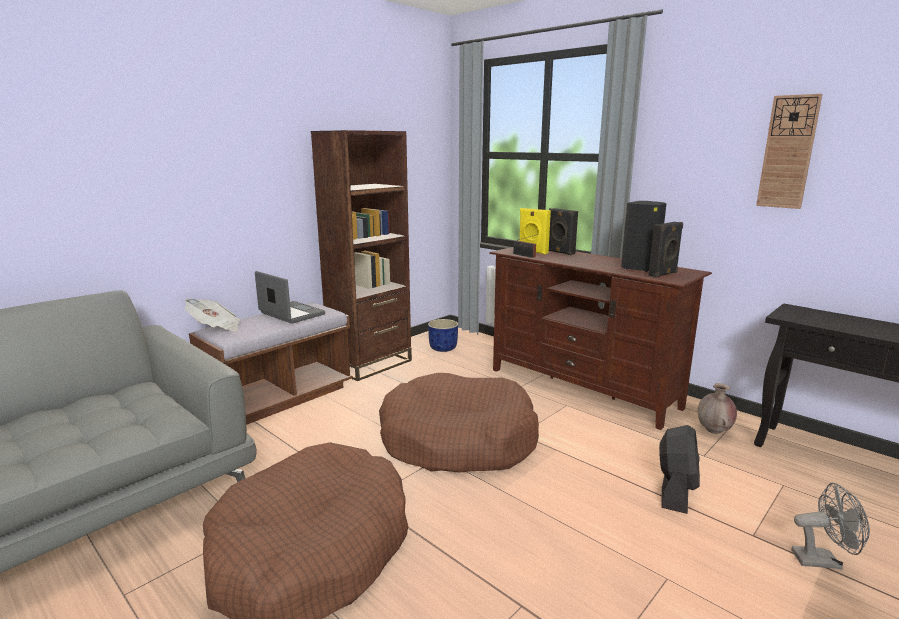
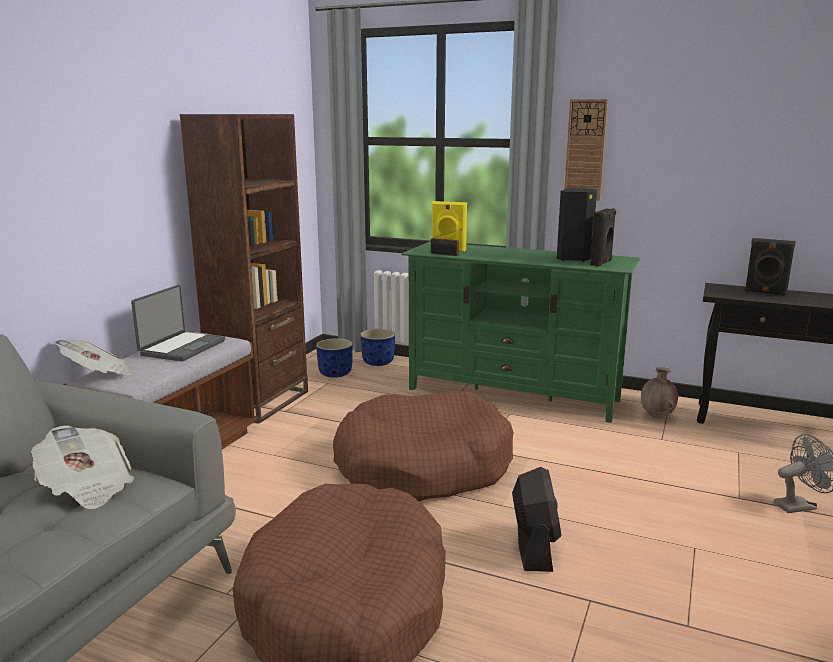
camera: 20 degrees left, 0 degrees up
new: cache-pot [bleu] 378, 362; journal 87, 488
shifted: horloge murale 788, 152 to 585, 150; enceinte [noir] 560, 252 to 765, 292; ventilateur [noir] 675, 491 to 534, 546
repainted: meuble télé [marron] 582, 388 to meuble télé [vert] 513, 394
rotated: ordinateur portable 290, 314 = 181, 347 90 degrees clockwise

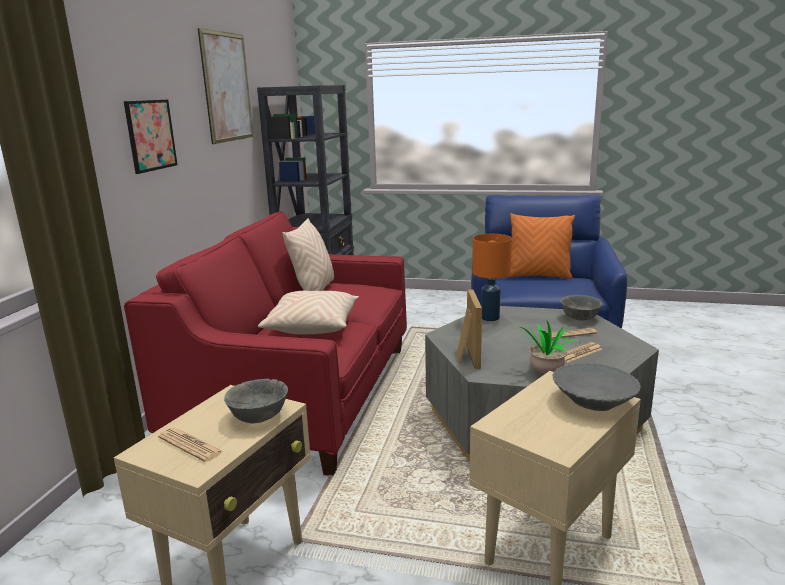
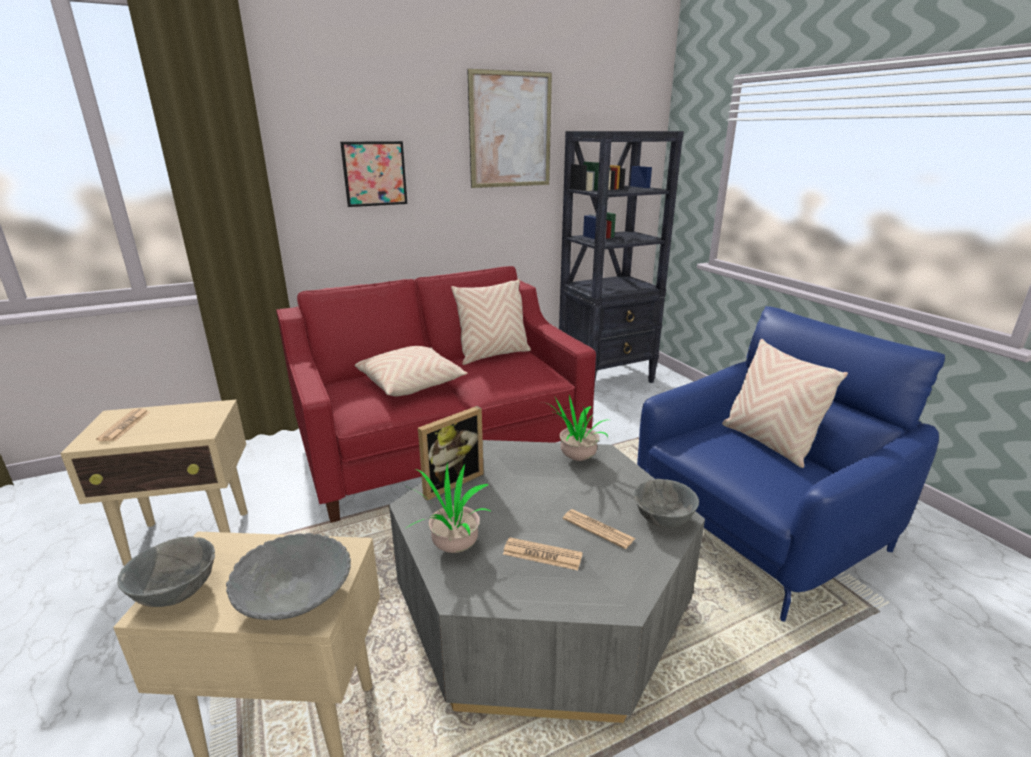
camera: 50 degrees right, 5 degrees up
shifted: bol [gris] 258, 417 to 176, 592
swapped: lampe de table [orange] 490, 317 to plante en pot 575, 458
repainted: coussin [orange] 538, 276 to coussin [beige] 768, 443

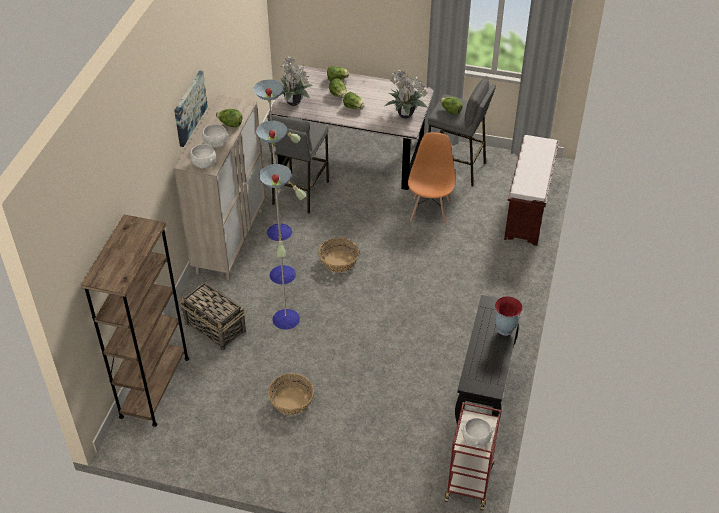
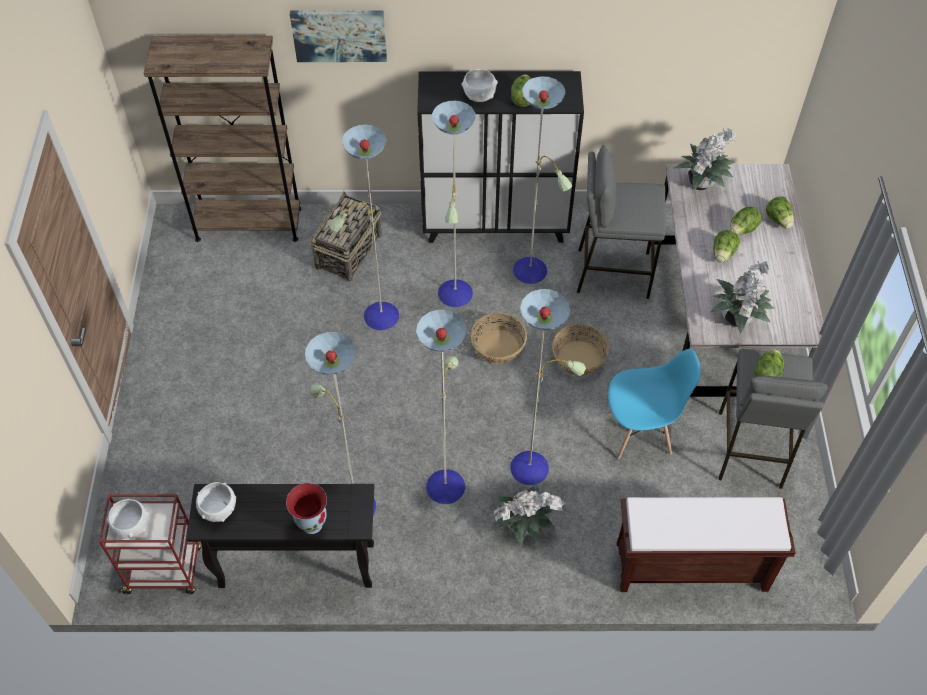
camera: 75 degrees right, 10 degrees up
new: lampadaire 445, 483; plante en pot 525, 527
shifted: tableau 189, 108 to 339, 35; bol [blanc] 204, 164 to 219, 509; panier 291, 401 to 578, 358
repainted: meuble de rangement [beige] 230, 240 to meuble de rangement [noir] 496, 225; chaise [orange] 430, 210 to chaise [bleu] 640, 433

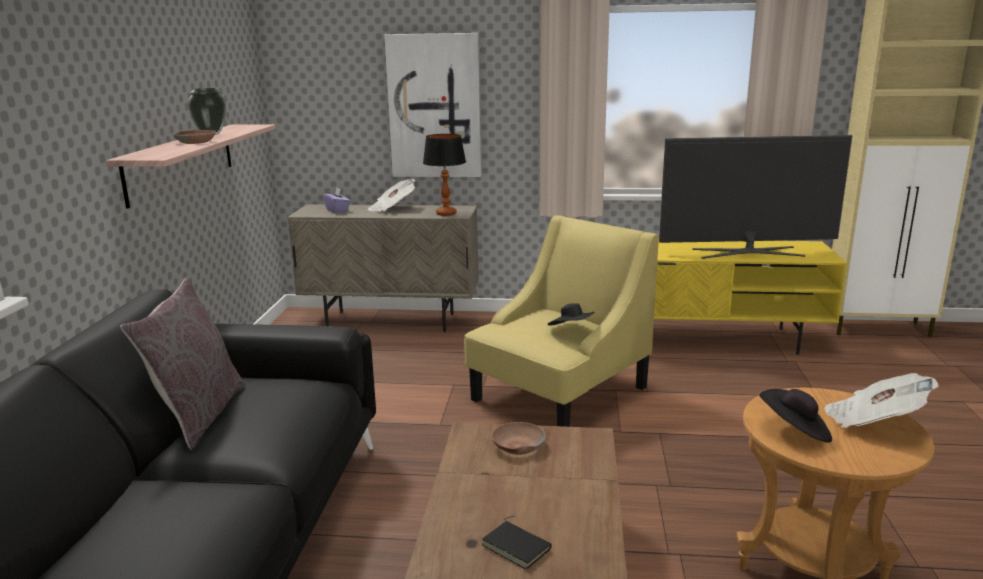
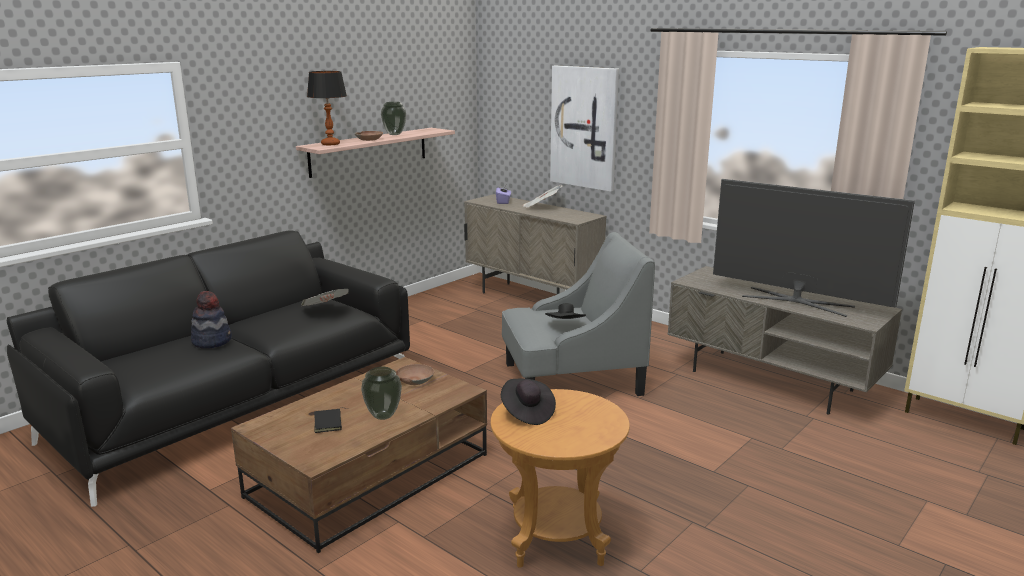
camera: 35 degrees right, 0 degrees up
gone: coussin [gris] 198, 415
new: chapeau 212, 341; vase 383, 416
shifted: lampe de table 446, 214 to 330, 144; journal 873, 422 to 325, 310
repainted: fauteuil [jaune] 559, 393 to fauteuil [gris] 571, 379; meuble télé [jaune] 718, 339 to meuble télé [gris] 772, 381

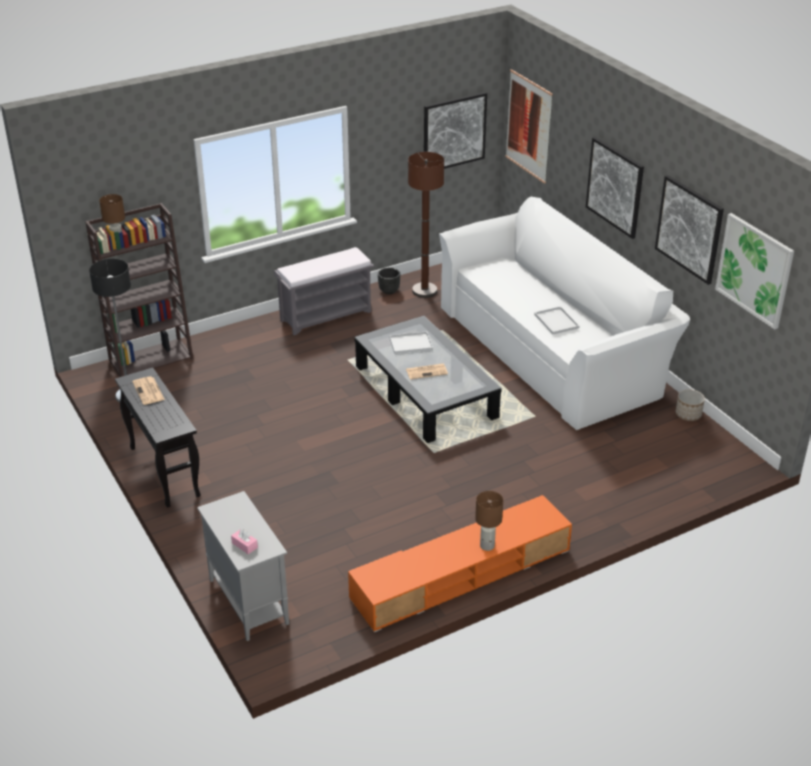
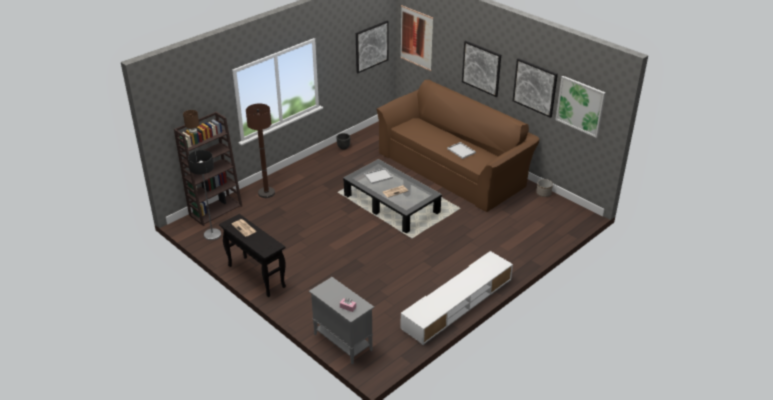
camera: 15 degrees left, 0 degrees up
gone: banc [gris] 326, 315; lampe de table [marron] 487, 546
shifted: lampadaire [marron] 424, 291 to 266, 193
repainted: canapé [blanc] 553, 348 to canapé [marron] 454, 167; meuble télé [orange] 460, 575 to meuble télé [blanc] 457, 304

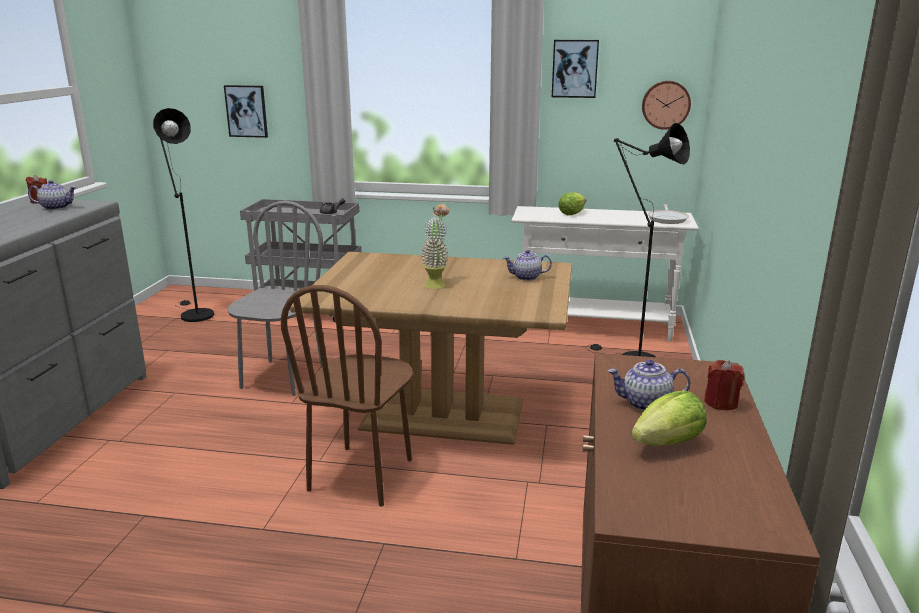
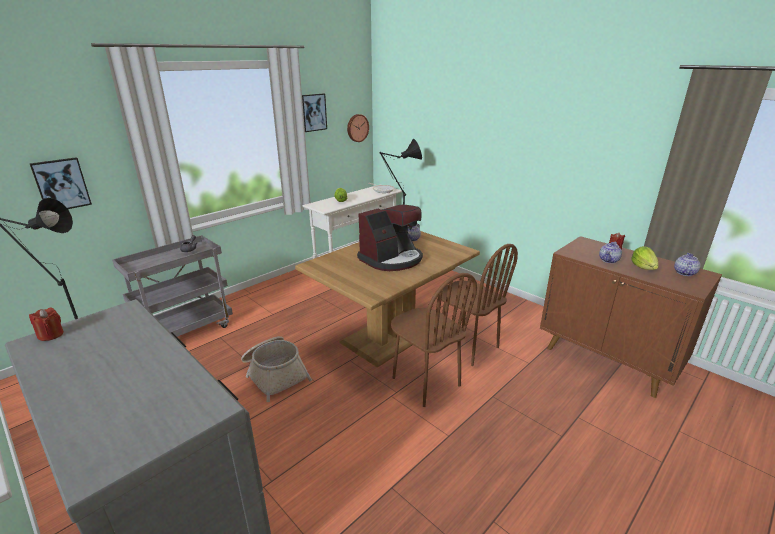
camera: 55 degrees left, 5 degrees up
new: chaise [marron] 467, 346
shifted: théière 56, 207 to 684, 272
swapped: chaise [gris] 282, 377 to panier 274, 374; plante en pot 436, 283 to machine à café 392, 259

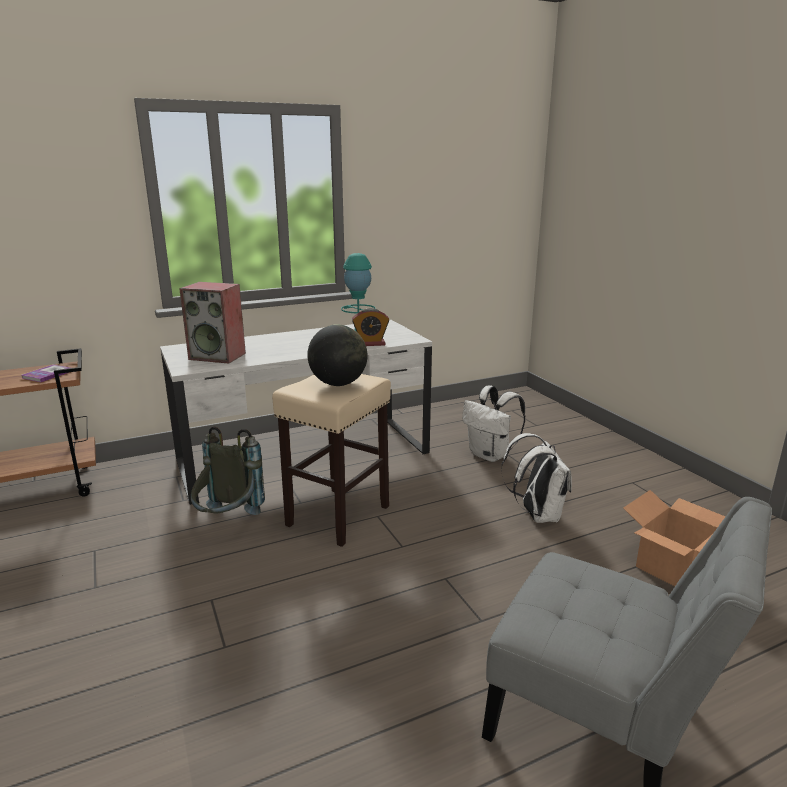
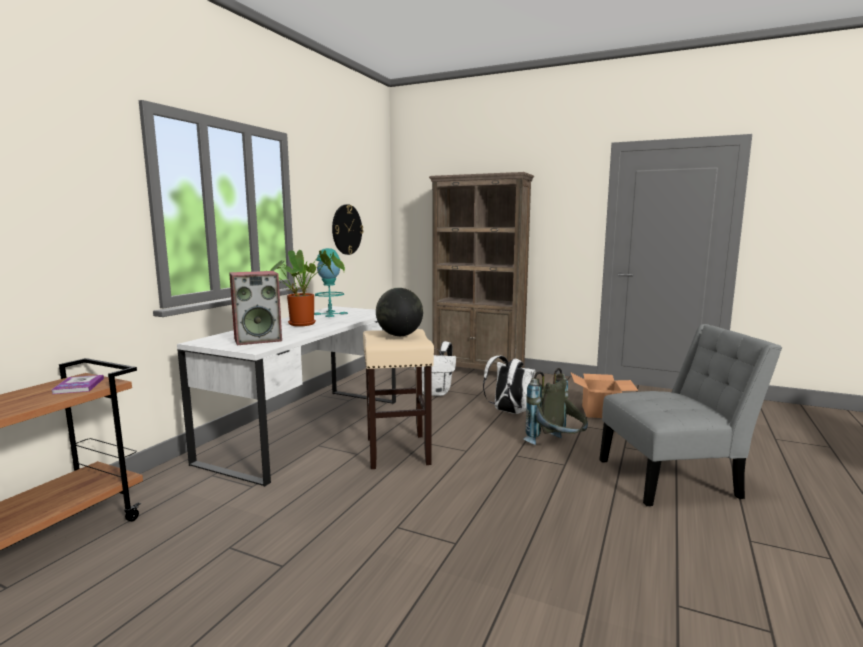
camera: 40 degrees left, 10 degrees down
gone: réveil 370, 343
new: bibliothèque [marron] 478, 371; horloge murale 346, 229; plante en pot 305, 323
shifted: sac à dos [gris] 228, 522 to 557, 447

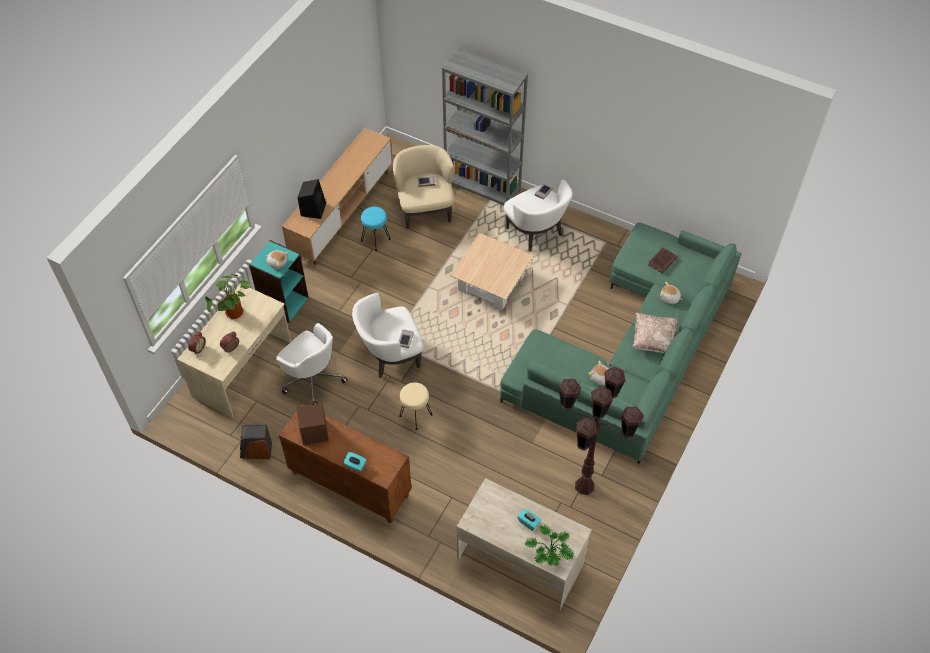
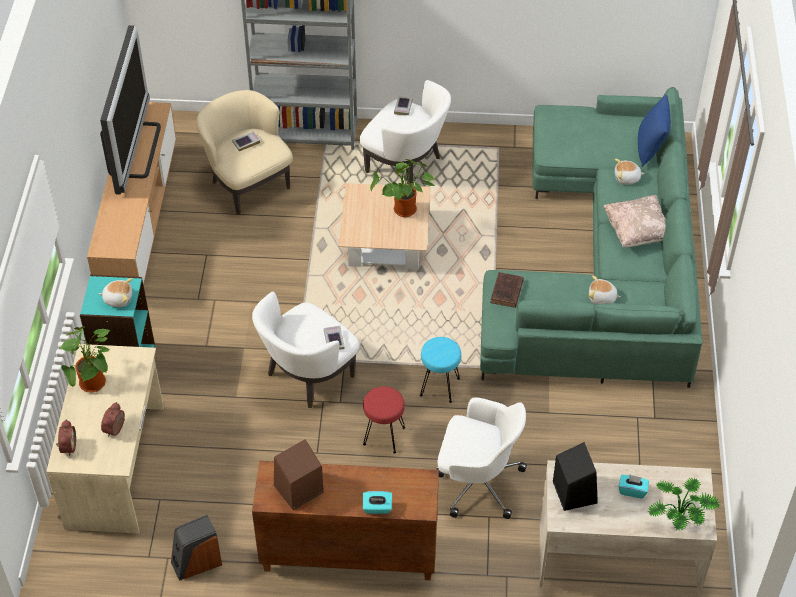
camera: 25 degrees left, 5 degrees down
gone: lampadaire [marron] 584, 486
new: téléviseur 138, 150; coussin [bleu] 650, 149; plante en pot 404, 212
shifted: enceinte [noir] 313, 209 to 574, 491; tabouret [turquoise] 376, 239 to 440, 386; livre [marron] 661, 262 to 506, 292; chaise de bureau [blanc] 312, 378 to 477, 482
repainted: tabouret [beige] 415, 415 to tabouret [rouge] 384, 436

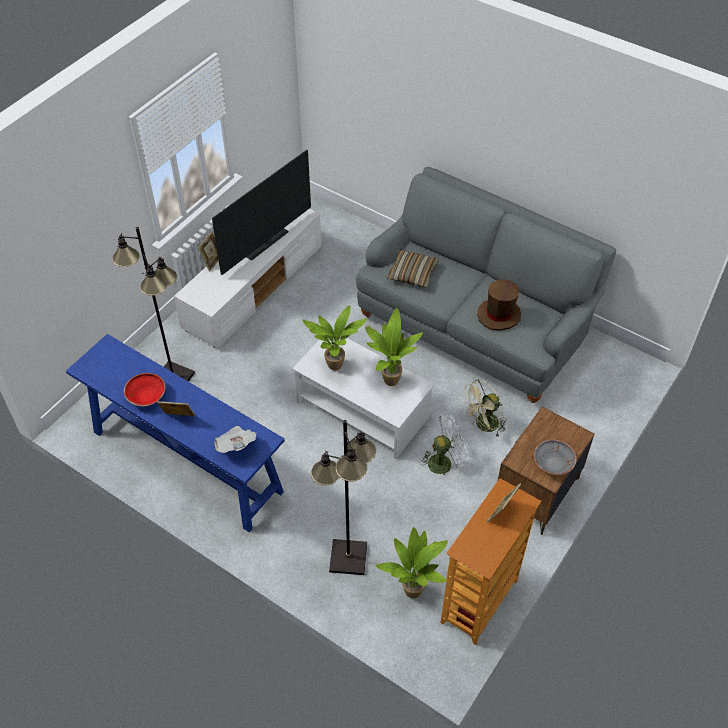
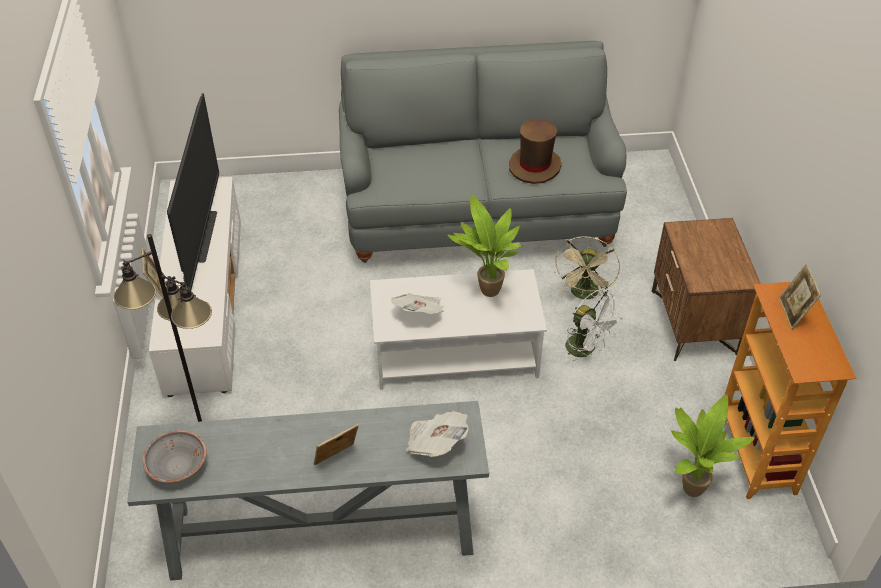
camera: 40 degrees left, 5 degrees down
gone: coussin 412, 273; bol [rouge] 146, 396; lampadaire [noir] 347, 558
shifted: bol [gris] 553, 464 to 178, 466
swapped: plante en pot 336, 368 to journal 420, 313
repainted: table console [bleu] 185, 461 to table console [gris] 320, 532
rotated: ventilateur [blanc] 444, 462 = 586, 350 105 degrees clockwise

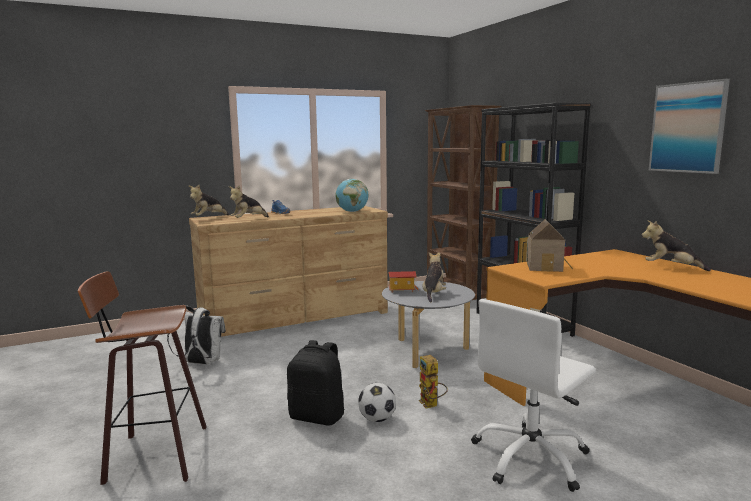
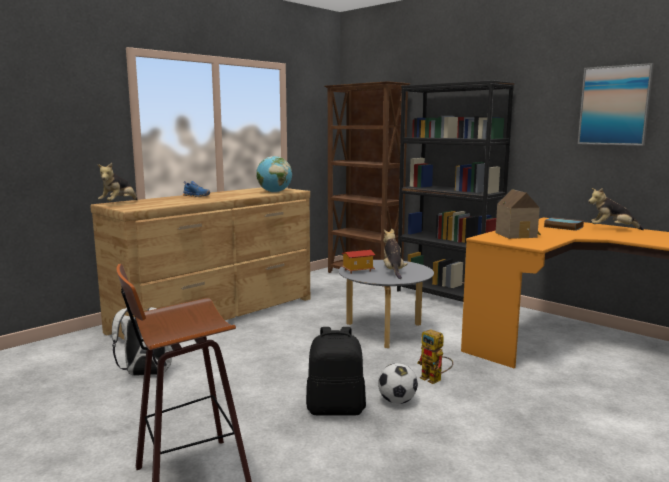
camera: 20 degrees left, 0 degrees up
gone: peluche 248, 220; chaise de bureau [blanc] 530, 457
new: livre 562, 227

